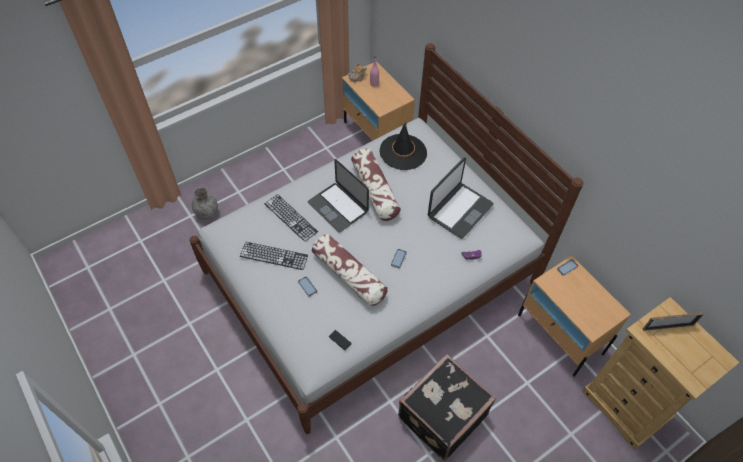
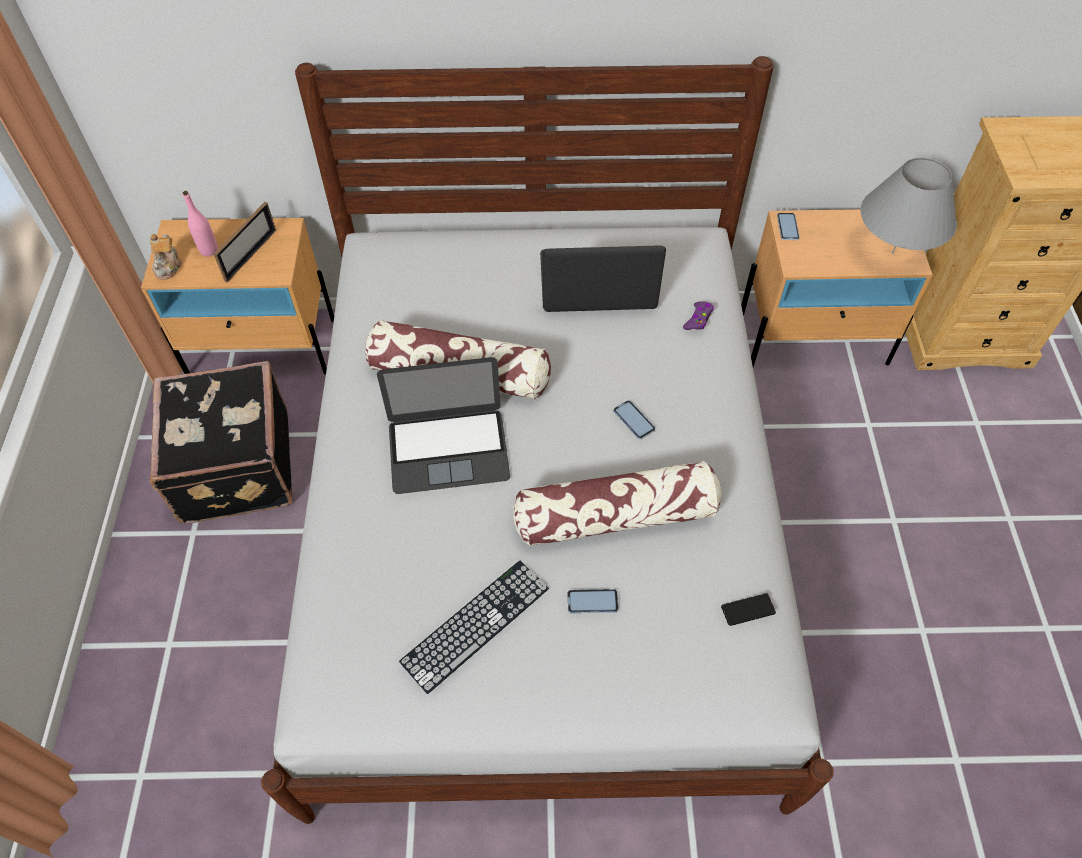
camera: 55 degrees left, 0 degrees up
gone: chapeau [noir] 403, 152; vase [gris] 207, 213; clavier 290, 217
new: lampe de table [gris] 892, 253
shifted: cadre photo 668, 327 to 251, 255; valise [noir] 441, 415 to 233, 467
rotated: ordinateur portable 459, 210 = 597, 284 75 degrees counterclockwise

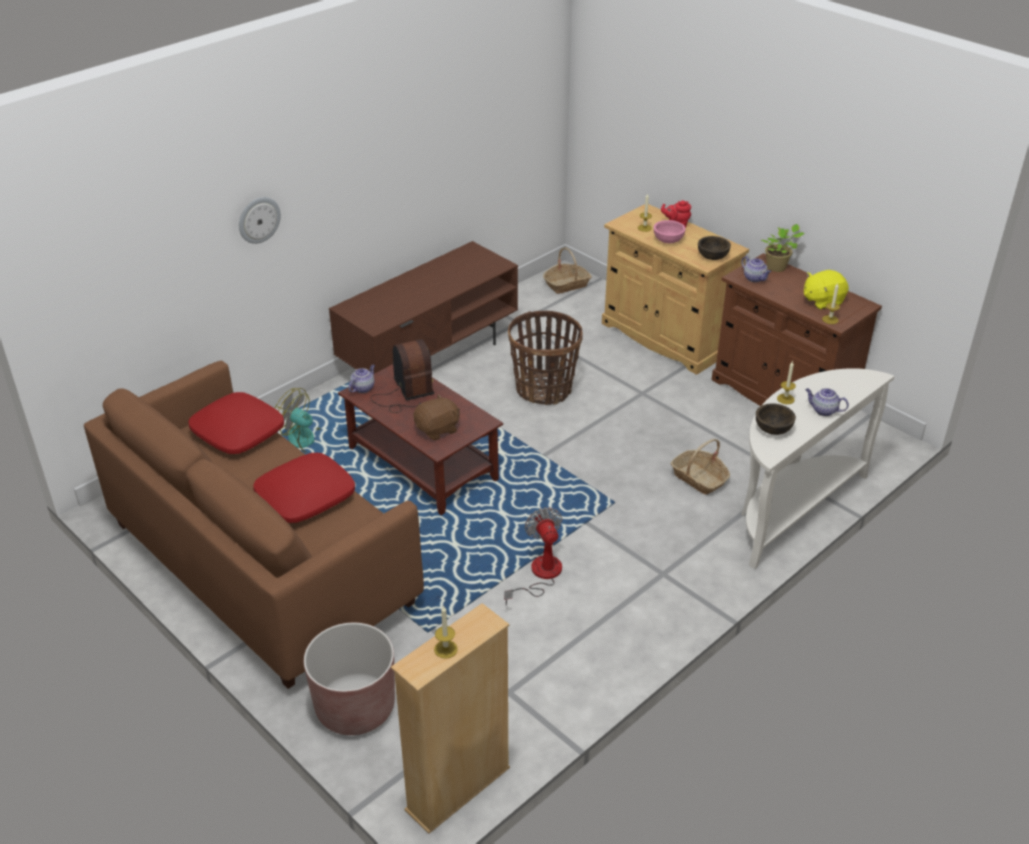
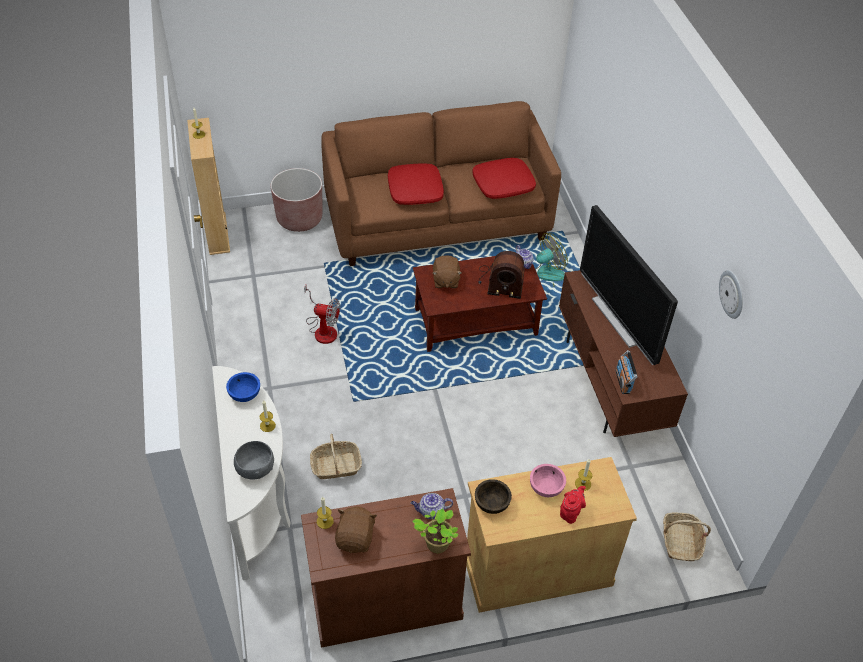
camera: 120 degrees right, 10 degrees up
gone: panier 544, 390; théière 823, 410
new: téléviseur 619, 319; radio 623, 381; bol [gris] 255, 469
shifted: horloge murale 258, 219 to 732, 294
repainted: peluche [jaune] 822, 301 to peluche [marron] 356, 538; bol [marron] 772, 429 to bol [bleu] 245, 394

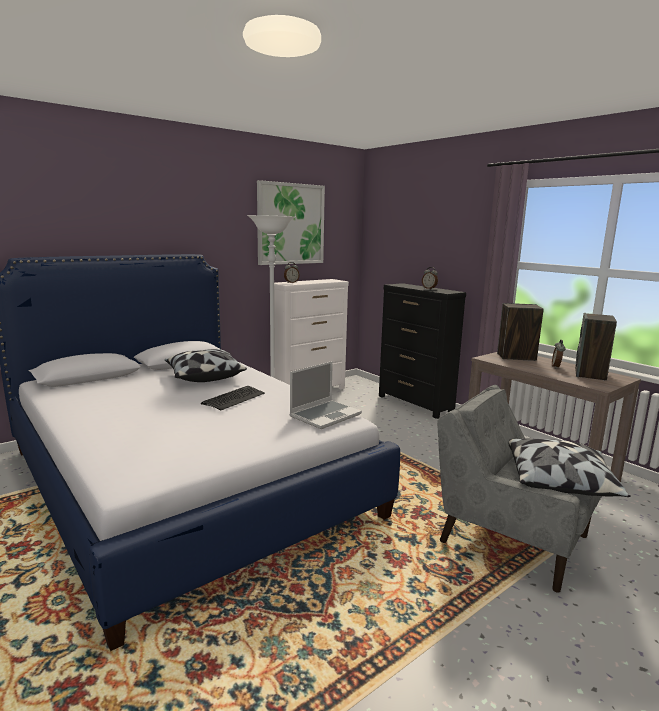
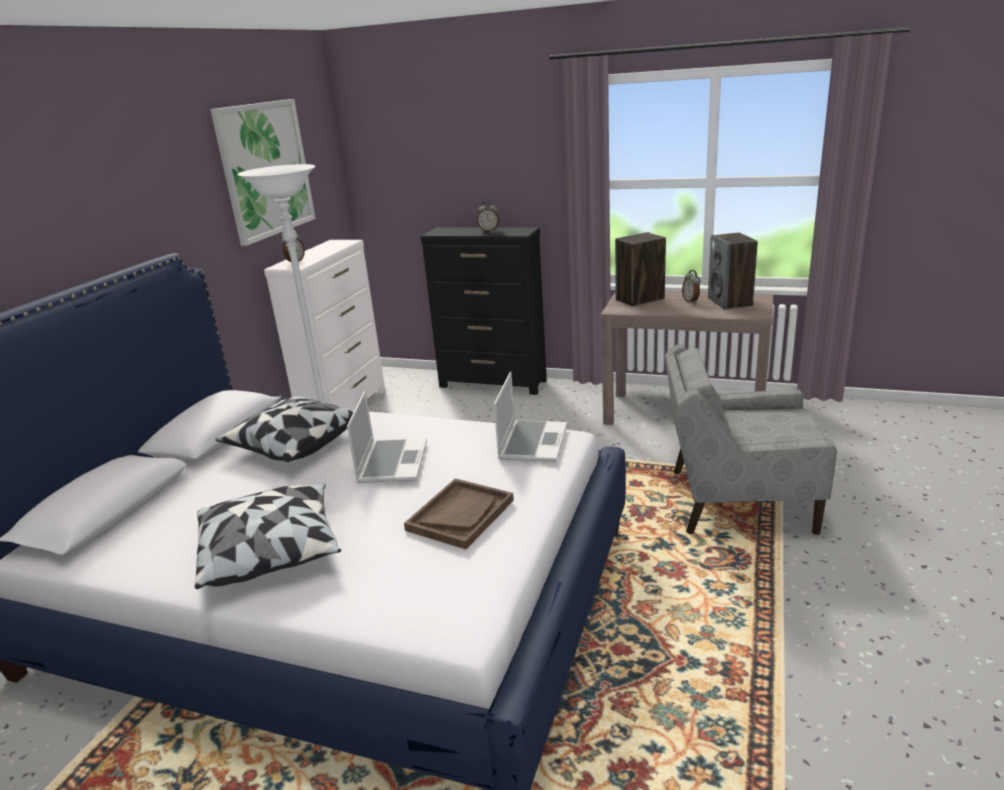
camera: 30 degrees left, 10 degrees up
new: plateau [marron] 460, 515
shifted: coussin 560, 482 to 272, 551
swapped: clavier 234, 399 to ordinateur portable 392, 462

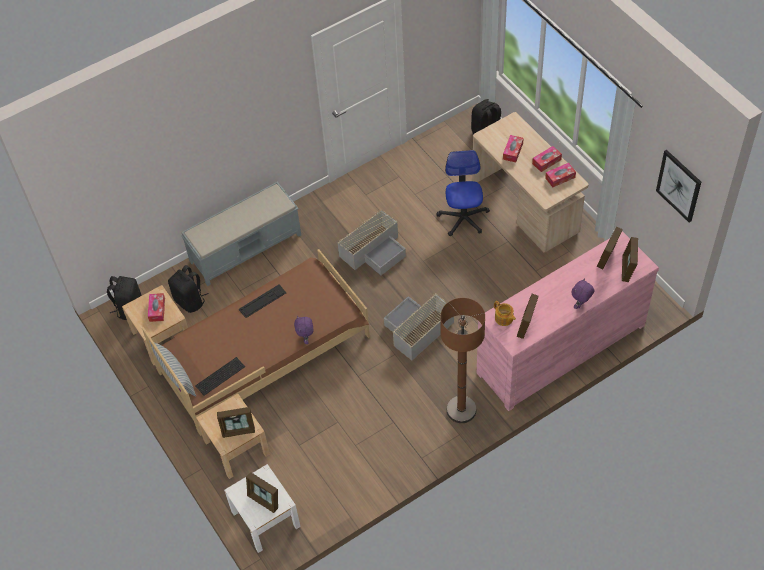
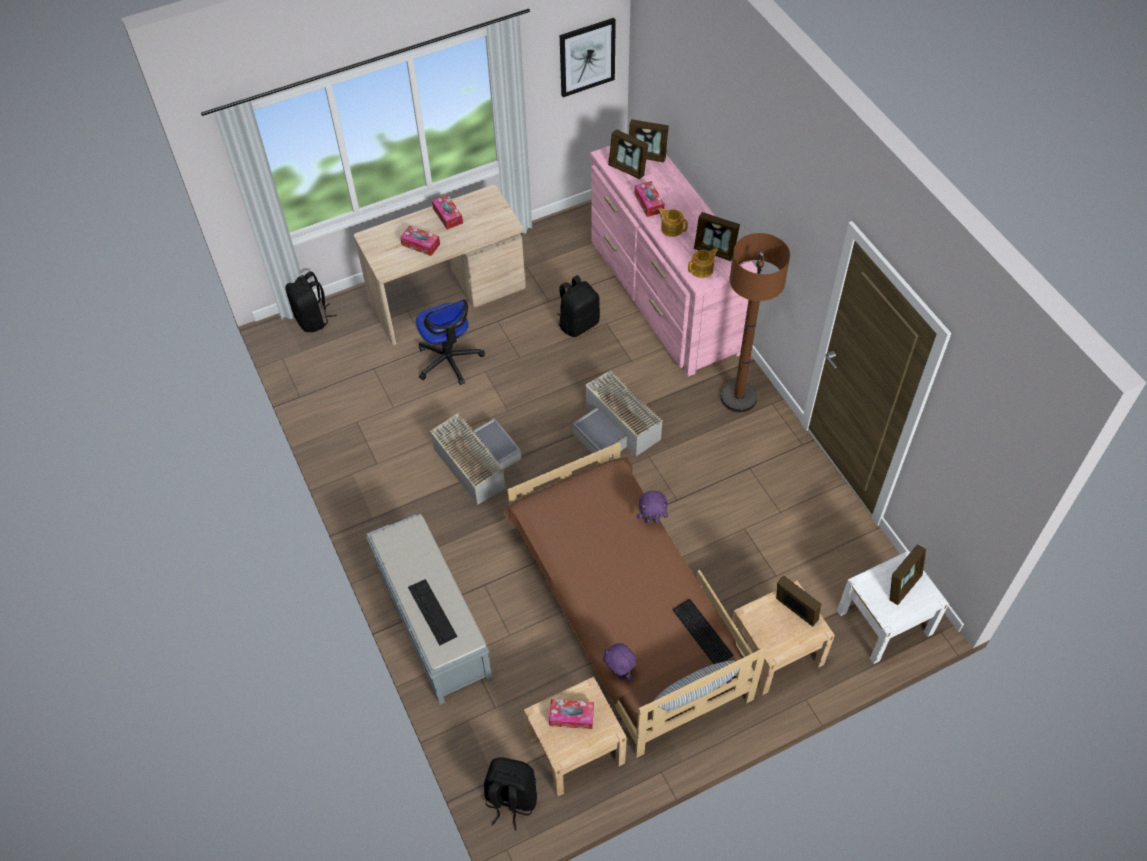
camera: 85 degrees left, 0 degrees up
new: théière 671, 228
shifted: boîte à mouchoirs 560, 177 to 649, 203; sac à dos [noir] 190, 301 to 578, 323; peluche [violet] 580, 305 to 619, 673; clavier 262, 301 to 432, 611
rotated: chaise de bureau 463, 218 = 449, 360 120 degrees counterclockwise; cadre photo 238, 430 = 794, 611 45 degrees counterclockwise

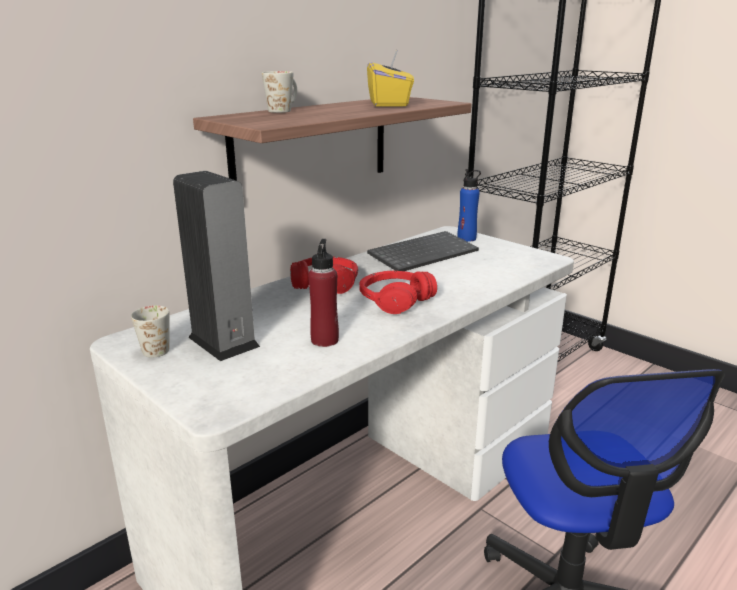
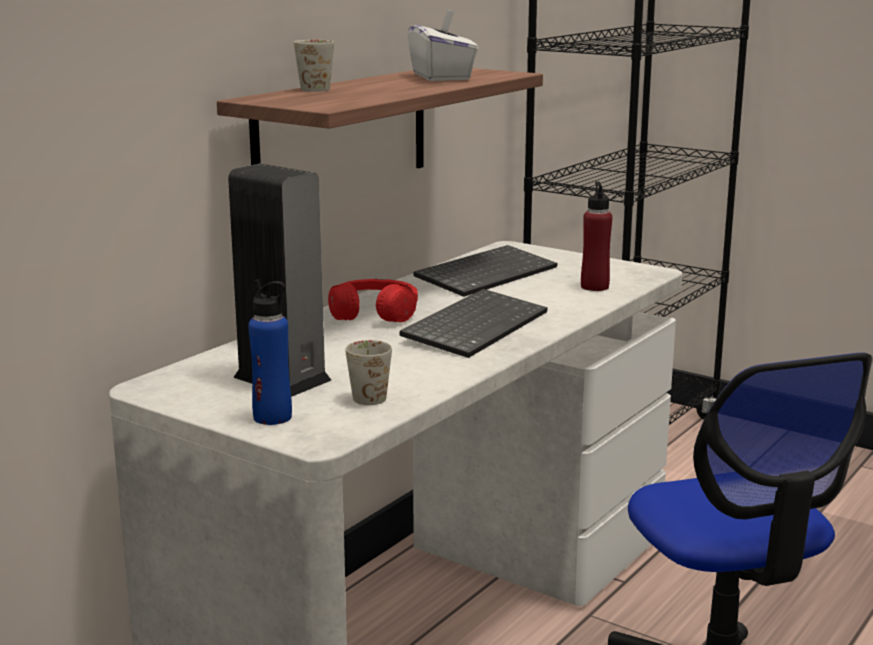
camera: 10 degrees left, 5 degrees down
shifted: bouteille [bleu] 466, 238 to 272, 417; bouteille [rouge] 325, 340 to 594, 287; mug [blanc] 158, 347 to 367, 395
swapped: casque audio [rouge] 395, 300 to clavier 474, 326
repainted: boîte à mouchoirs [jaune] 389, 104 to boîte à mouchoirs [blanc] 442, 77

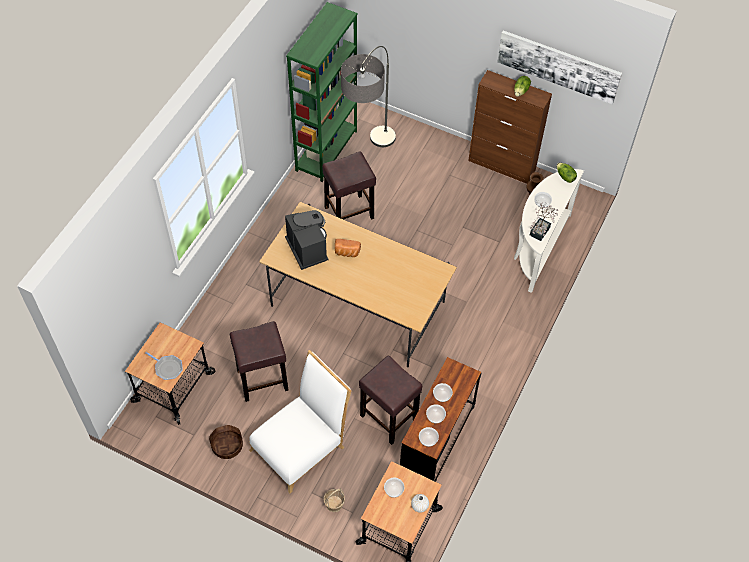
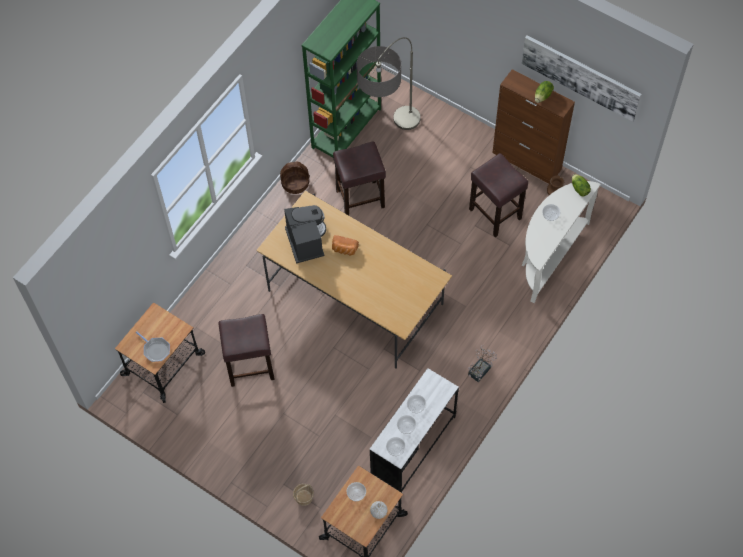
camera: 10 degrees right, 5 degrees up
gone: chaise [blanc] 302, 445
shifted: plante en pot 541, 229 to 481, 369; tabouret [marron] 388, 417 to 494, 213; panier 227, 446 to 295, 184
repainted: bureau [marron] 437, 441 to bureau [blanc] 413, 446

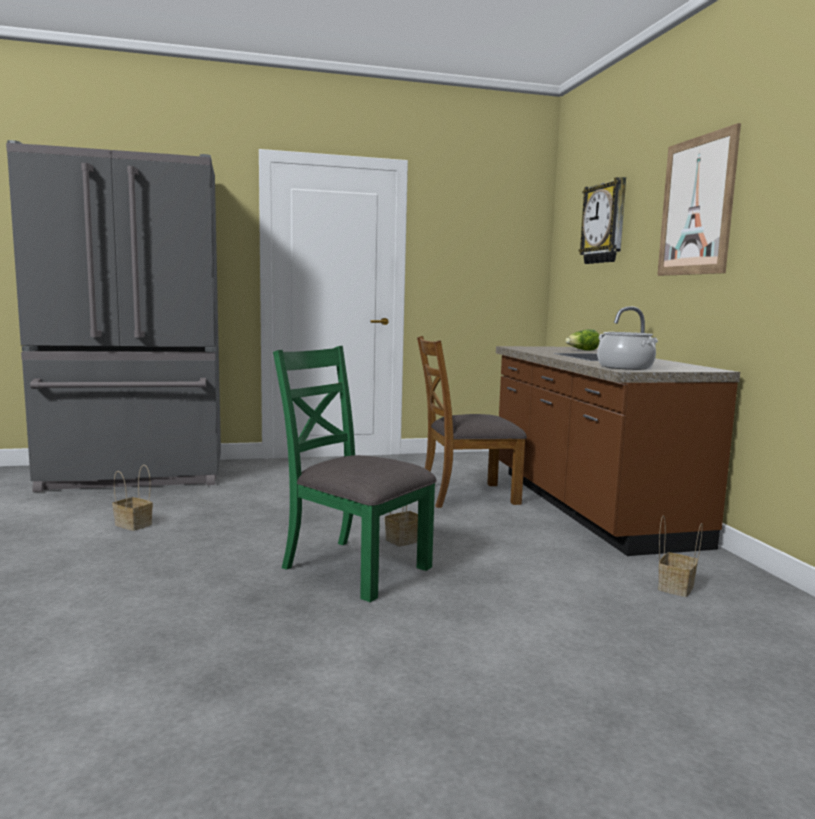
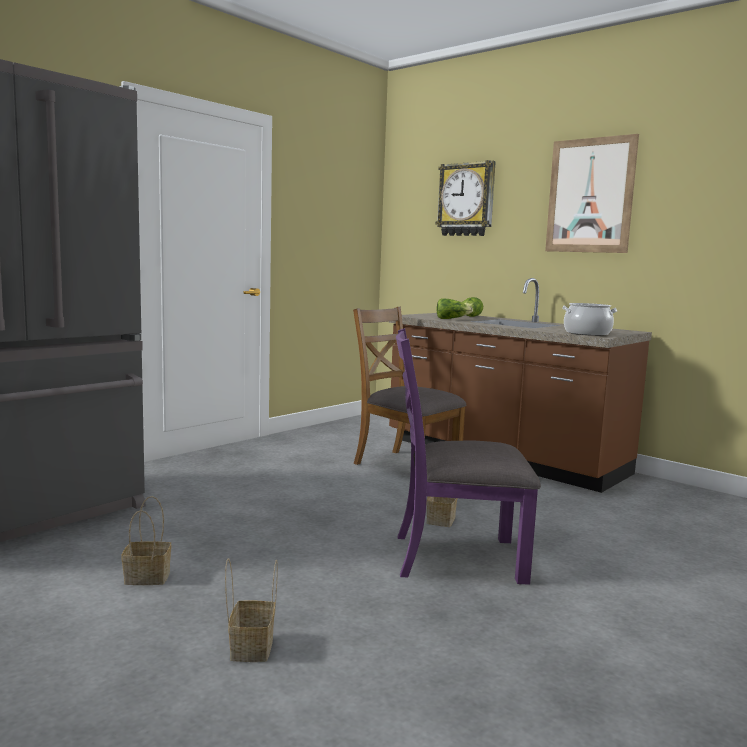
camera: 35 degrees left, 0 degrees up
new: laitue 451, 319
shifted: panier 675, 586 to 251, 646
repainted: chaise [vert] 354, 567 to chaise [violet] 456, 557
rotated: chaise [marron] 466, 495 = 405, 466 90 degrees clockwise

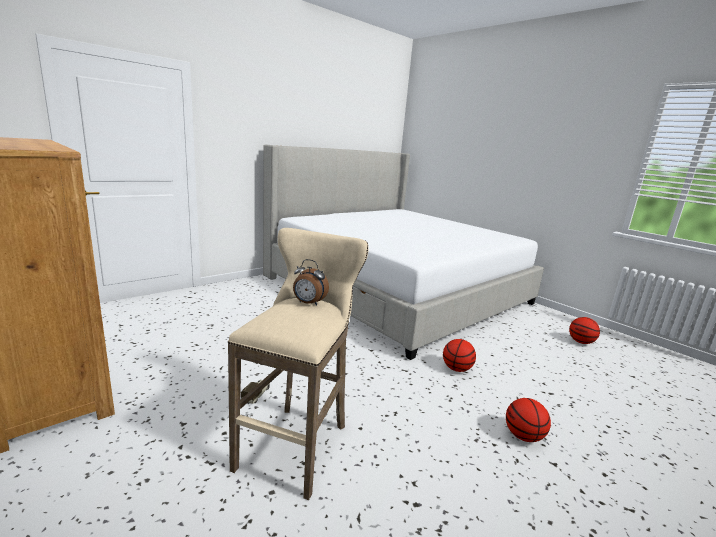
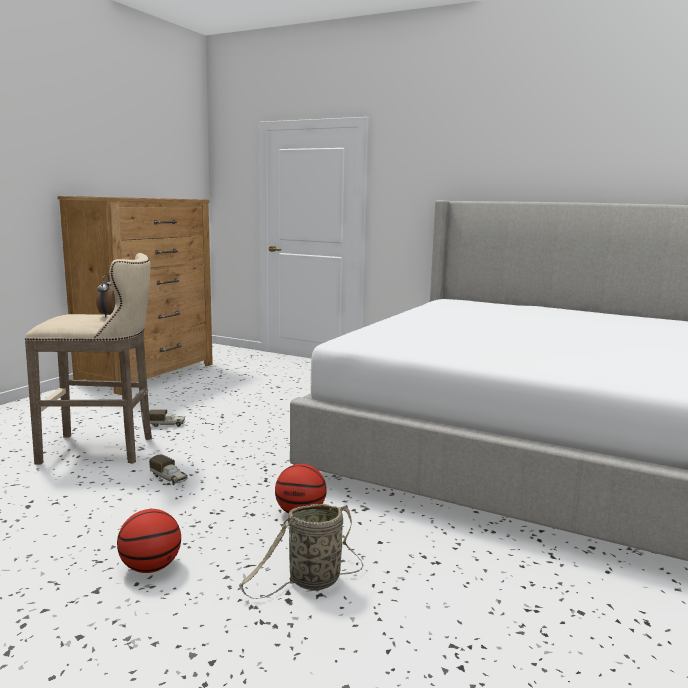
camera: 70 degrees right, 5 degrees down
gone: ballon de basket 581, 342
new: camion jouet 169, 478; panier 311, 582

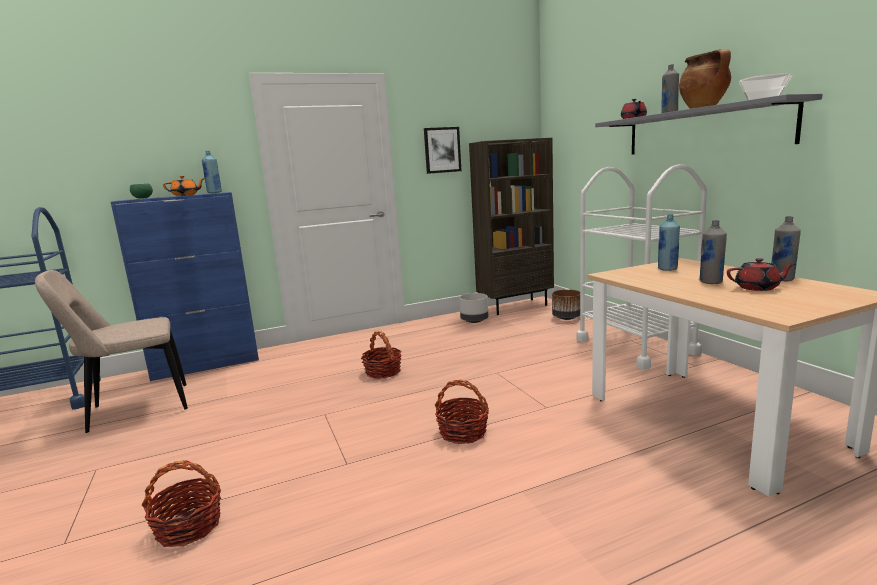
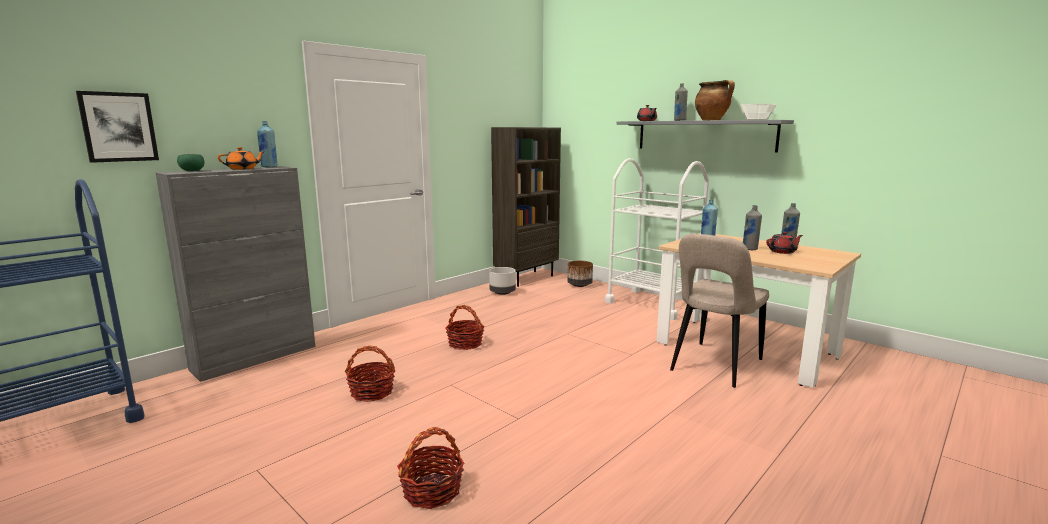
camera: 25 degrees left, 0 degrees up
shifted: tableau 442, 150 to 118, 127; chaise [beige] 134, 409 to 714, 366; panier 463, 432 to 372, 392
repainted: meuble de rangement [bleu] 207, 365 to meuble de rangement [gris] 256, 357

